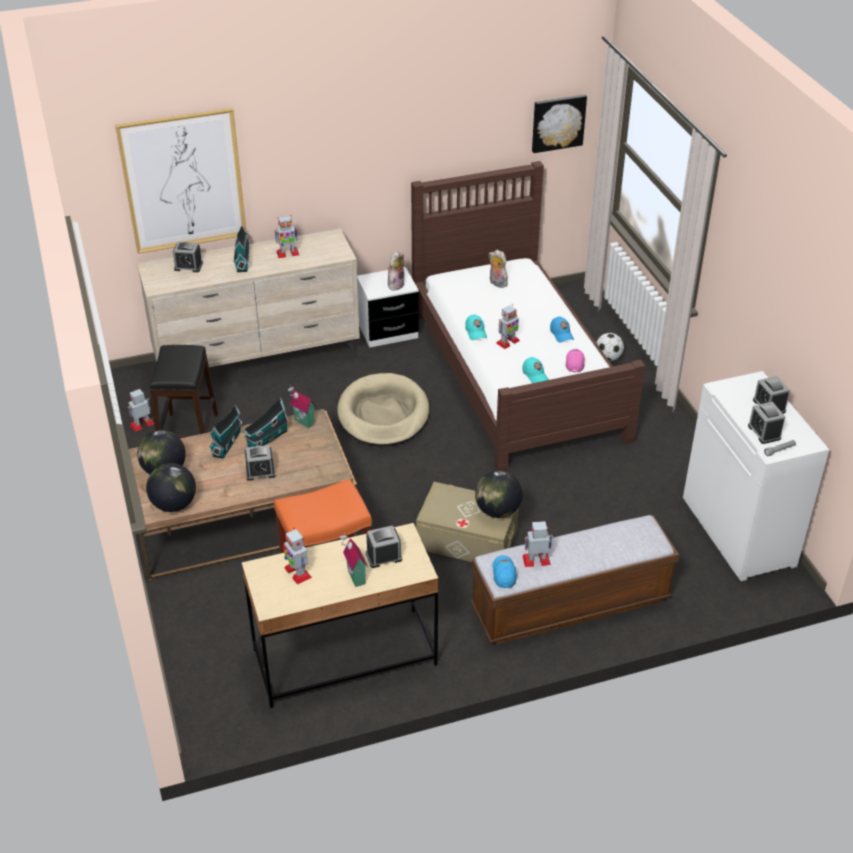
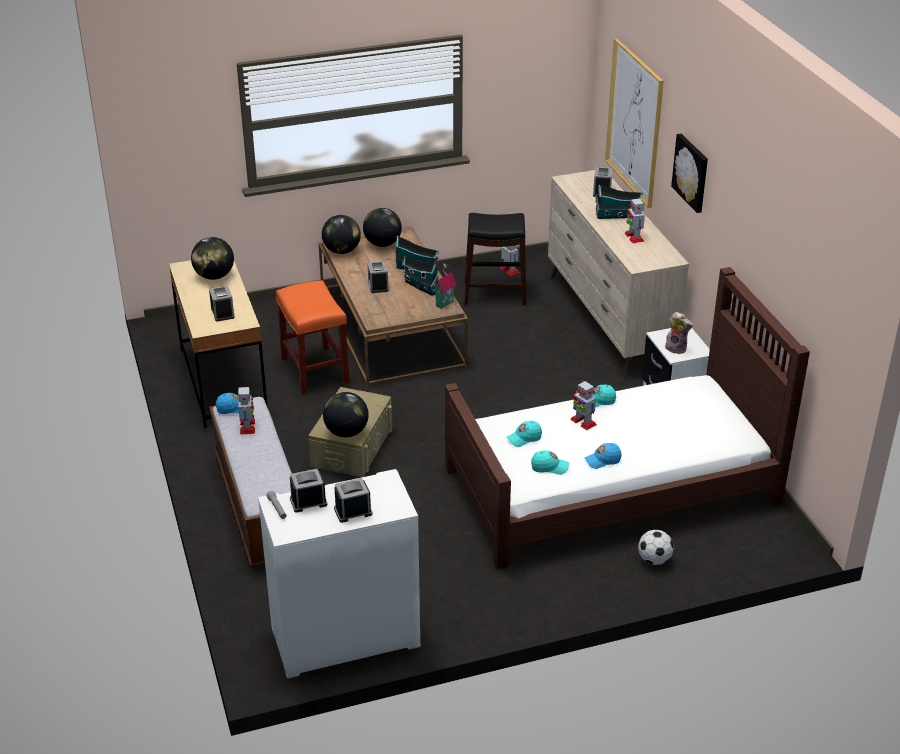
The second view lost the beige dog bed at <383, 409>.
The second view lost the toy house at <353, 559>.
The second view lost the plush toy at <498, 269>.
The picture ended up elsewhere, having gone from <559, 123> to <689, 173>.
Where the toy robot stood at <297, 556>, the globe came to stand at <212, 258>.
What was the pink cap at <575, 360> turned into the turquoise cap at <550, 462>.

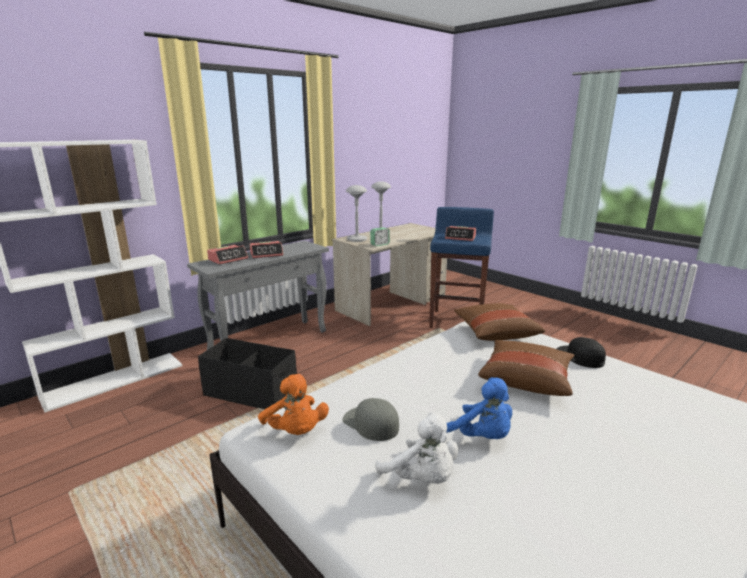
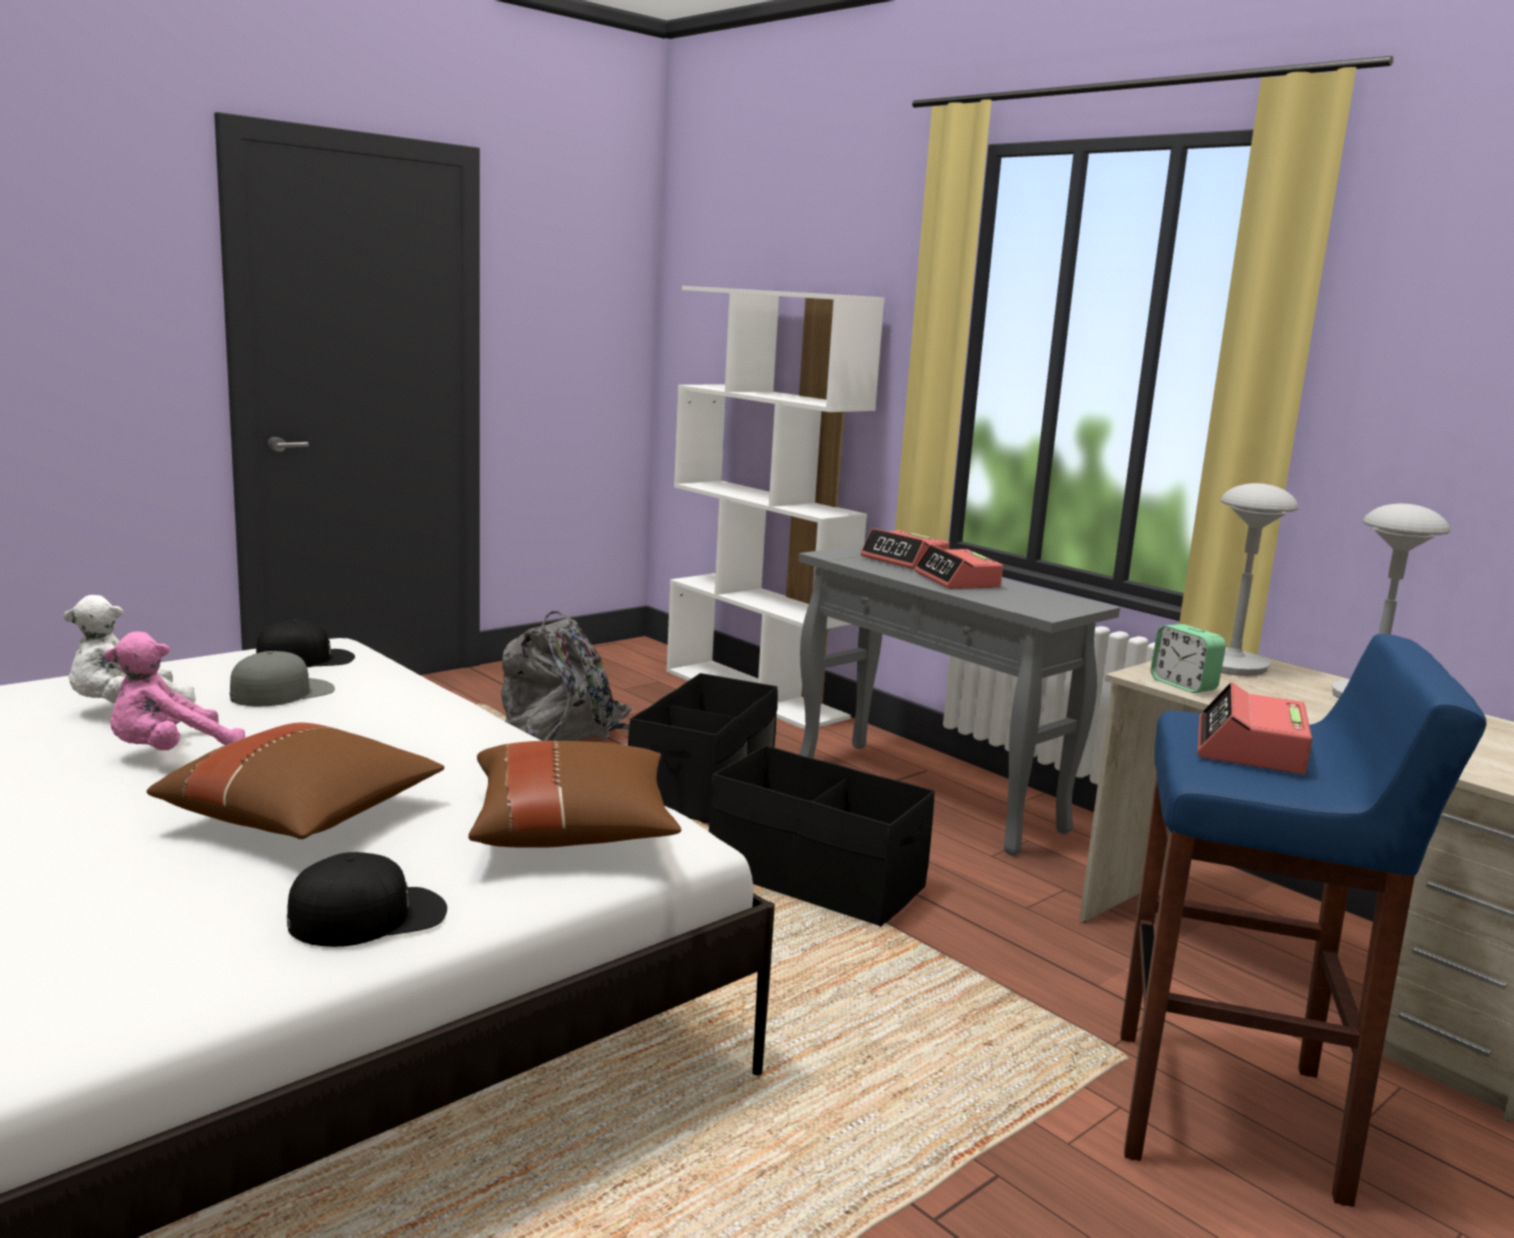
The second view gained the grey backpack at <566, 678>.
The second view gained the black storage box at <822, 836>.
Where the orange plush toy stood at <293, 404>, the black cap came to stand at <305, 643>.
What was the blue plush toy at <479, 408> turned into the pink plush toy at <175, 690>.

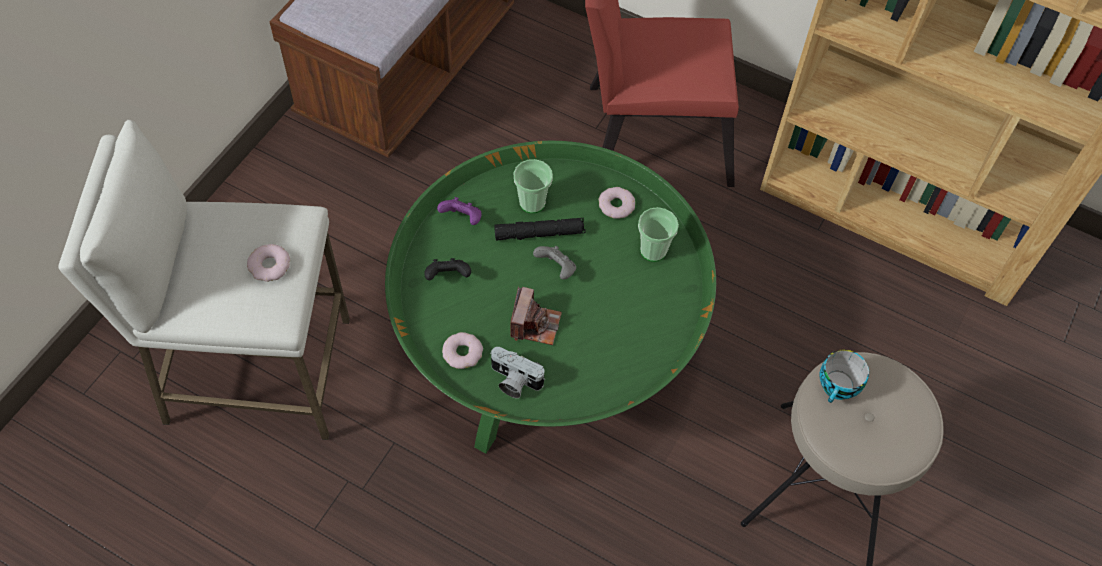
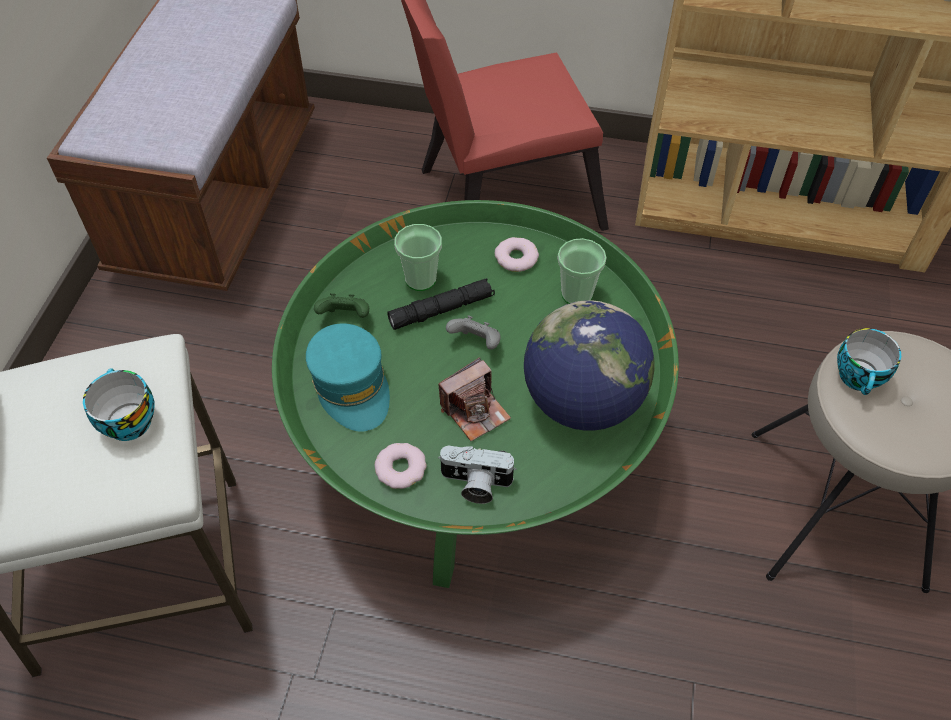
The second view gained the globe at <589, 365>.
Where the donut stood at <268, 263>, the cup came to stand at <119, 404>.
Where the black game controller stood at <447, 269>, the turquoise cap came to stand at <348, 377>.
What was the purple game controller at <459, 211> turned into the green game controller at <341, 305>.
The photo camera at <536, 316> ended up facing another way, 60 degrees clockwise from before.

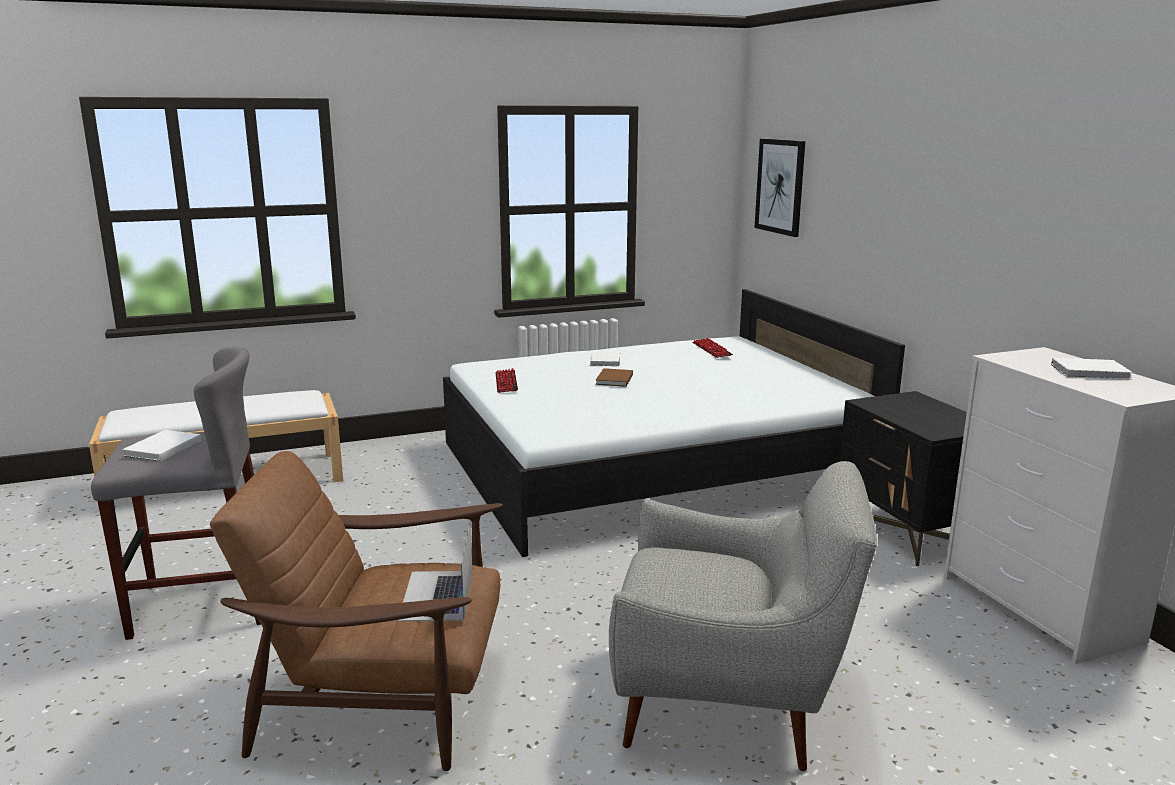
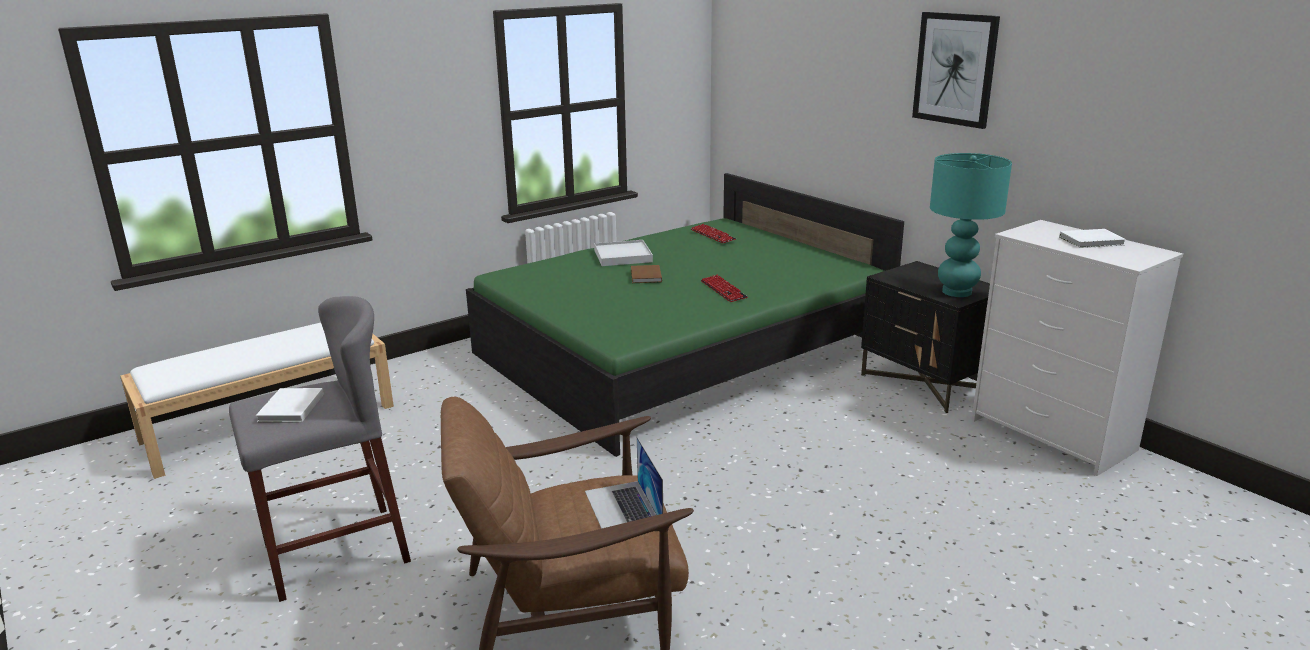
The second view lost the grey armchair at <743, 616>.
The second view gained the turquoise table lamp at <971, 225>.
The keyboard ended up elsewhere, having gone from <506, 380> to <724, 288>.
The picture ended up elsewhere, having gone from <779, 188> to <956, 70>.
Where the white book stood at <605, 358>, the white tray came to stand at <623, 253>.
What was the white bed at <674, 423> turned into the green bed at <685, 315>.

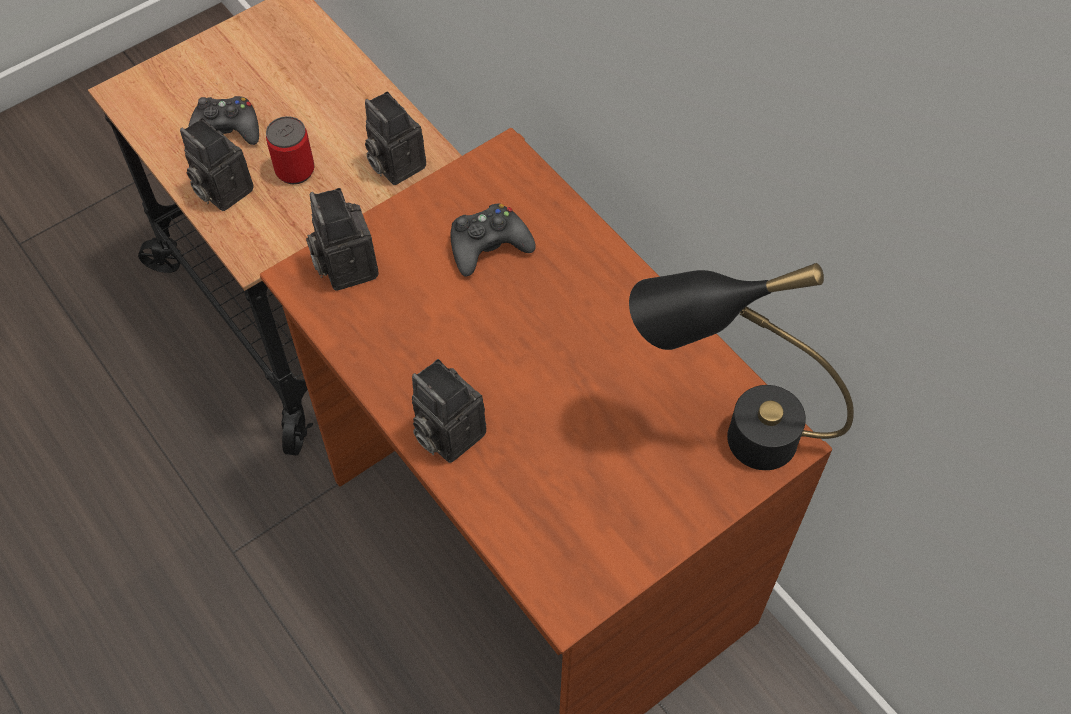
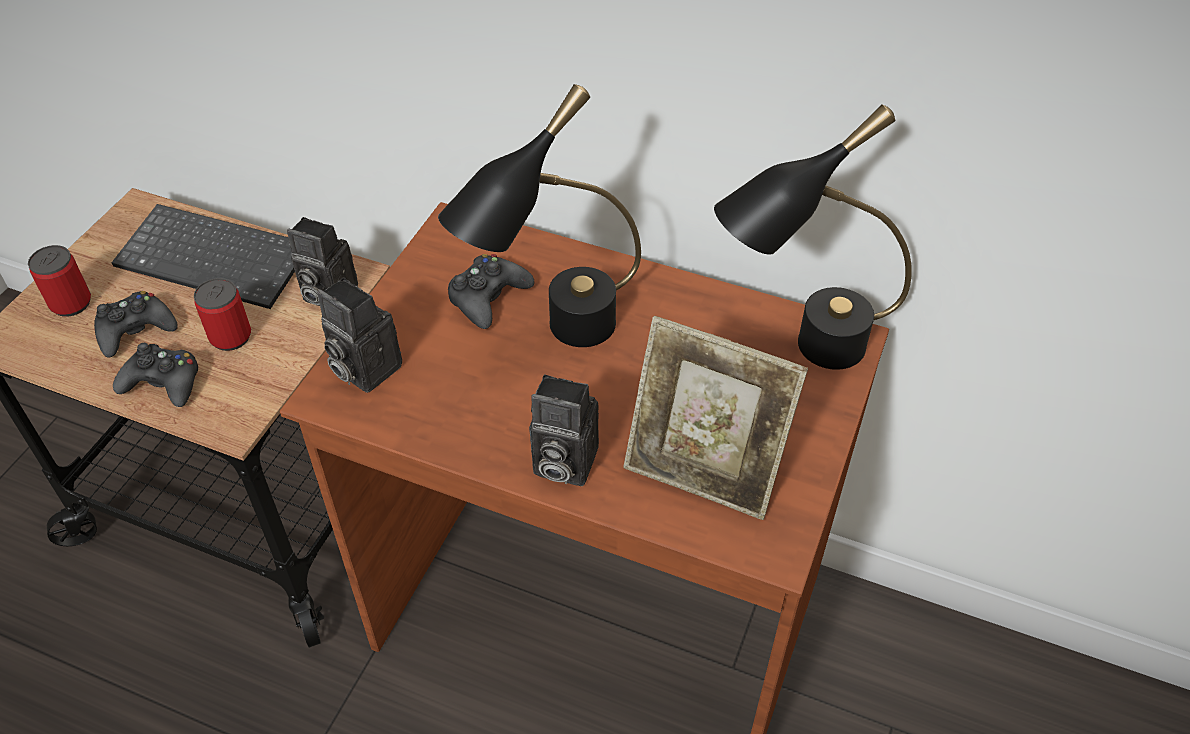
The second view gained the can at <59, 281>.
The second view gained the keyboard at <203, 256>.
The second view gained the black table lamp at <539, 215>.
The second view gained the picture frame at <715, 418>.
Where the photo camera stood at <217, 164>, the black game controller came to stand at <155, 375>.

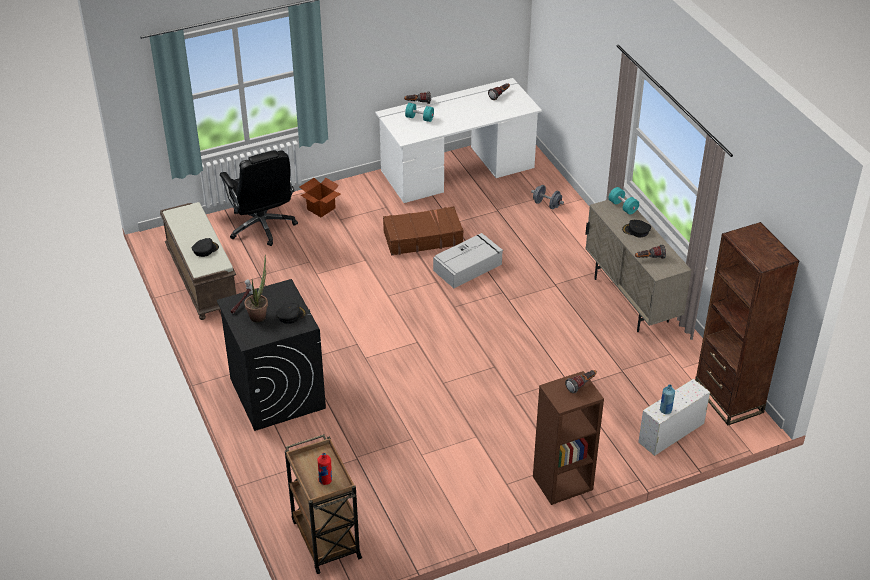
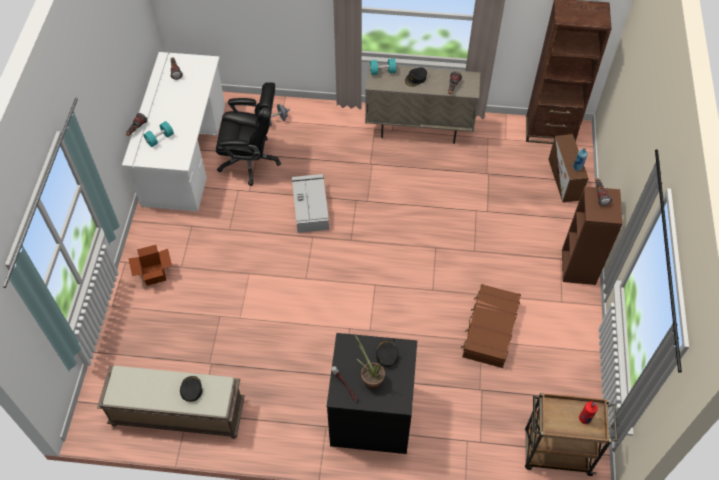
The black office chair ended up elsewhere, having gone from <259, 198> to <248, 134>.
The brown suitcase ended up elsewhere, having gone from <423, 230> to <491, 326>.
What was the white storage box at <674, 417> turned into the brown storage box at <568, 168>.

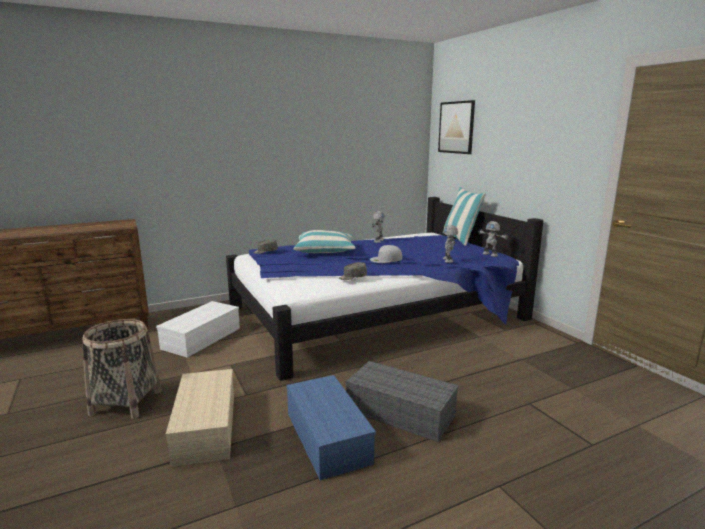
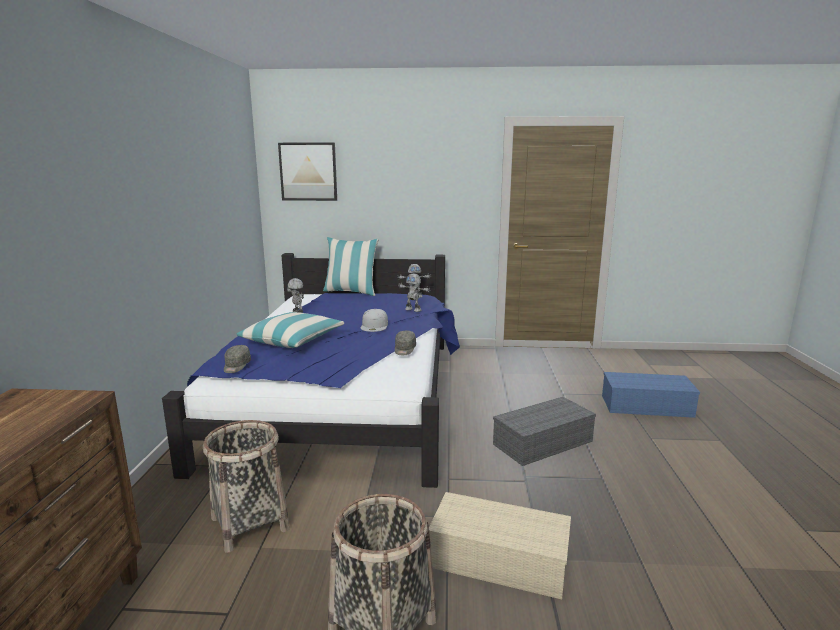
The blue storage box ended up elsewhere, having gone from <331, 427> to <651, 395>.
Where the white storage box stood at <198, 329>, the basket came to stand at <246, 486>.

